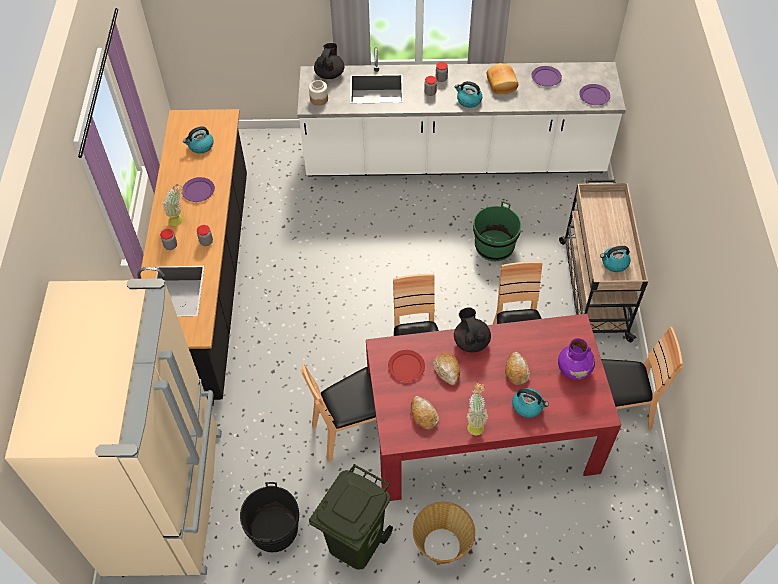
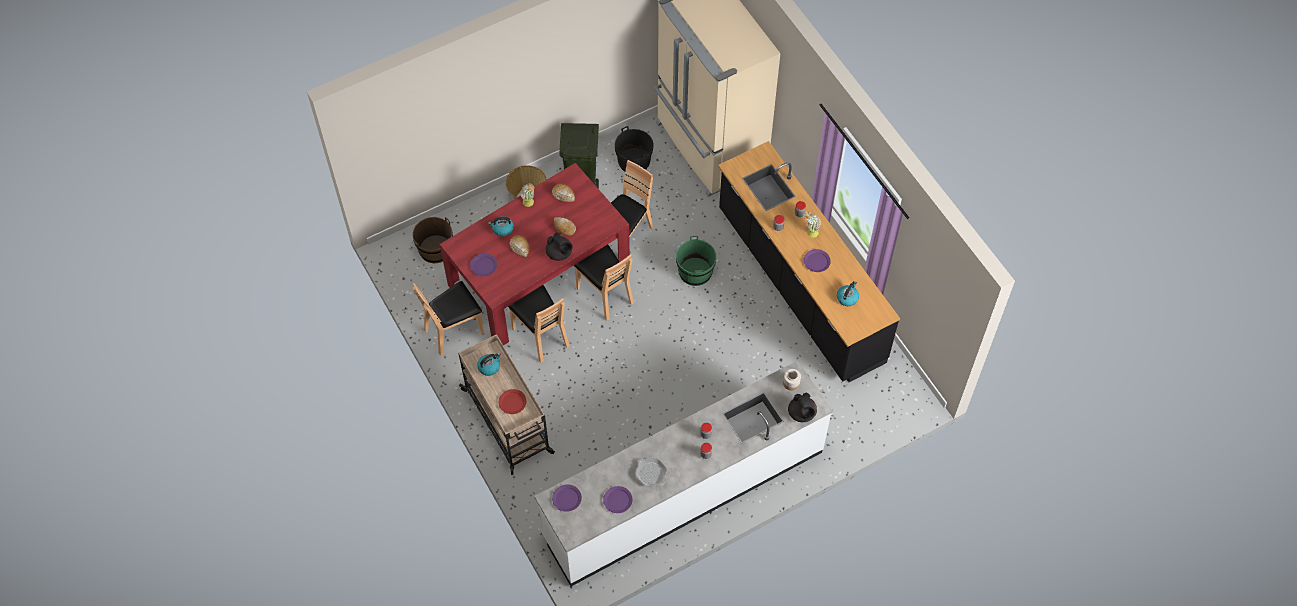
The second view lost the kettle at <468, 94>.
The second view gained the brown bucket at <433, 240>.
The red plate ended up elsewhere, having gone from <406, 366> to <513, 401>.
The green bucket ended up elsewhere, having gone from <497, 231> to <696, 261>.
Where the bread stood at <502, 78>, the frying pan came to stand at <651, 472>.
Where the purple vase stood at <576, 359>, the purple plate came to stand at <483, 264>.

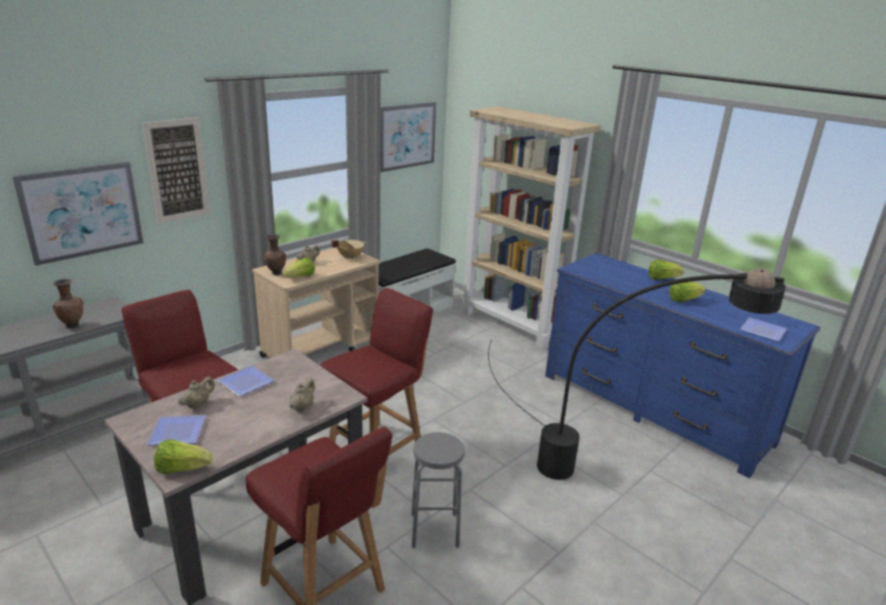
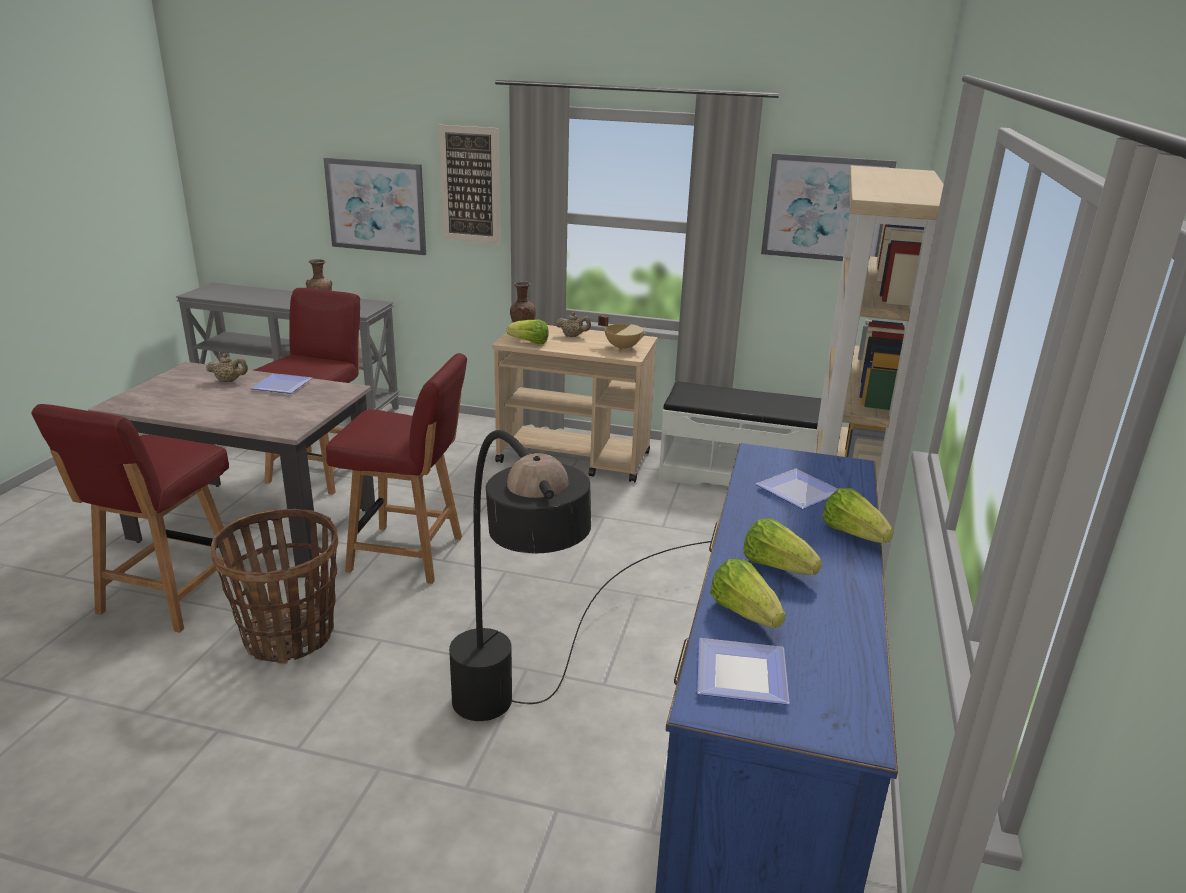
The second view lost the beige teapot at <302, 395>.
The plate ended up elsewhere, having gone from <176, 430> to <796, 489>.
The lettuce ended up elsewhere, having gone from <183, 456> to <747, 593>.
Where the grey stool stood at <438, 490>, the basket came to stand at <274, 586>.

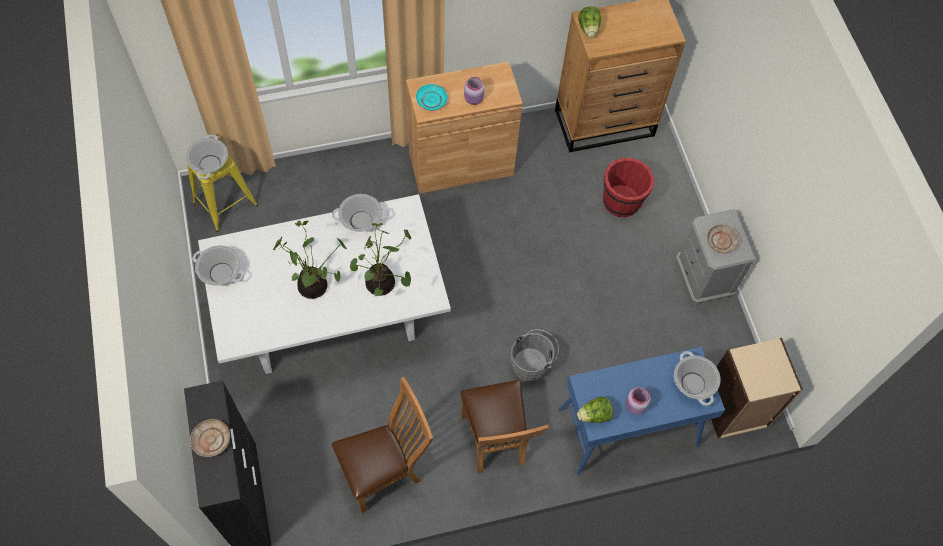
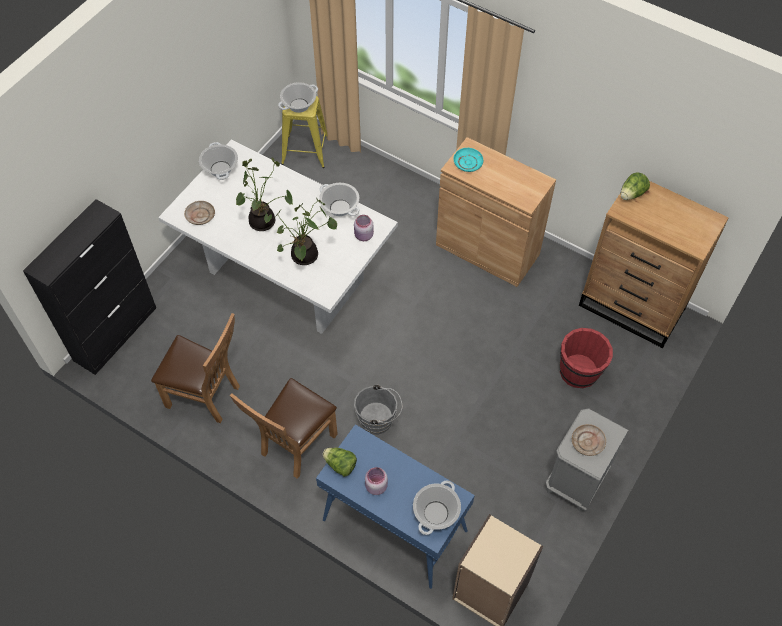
The beige plate ended up elsewhere, having gone from <210, 438> to <199, 213>.
The pink jar ended up elsewhere, having gone from <474, 91> to <364, 228>.

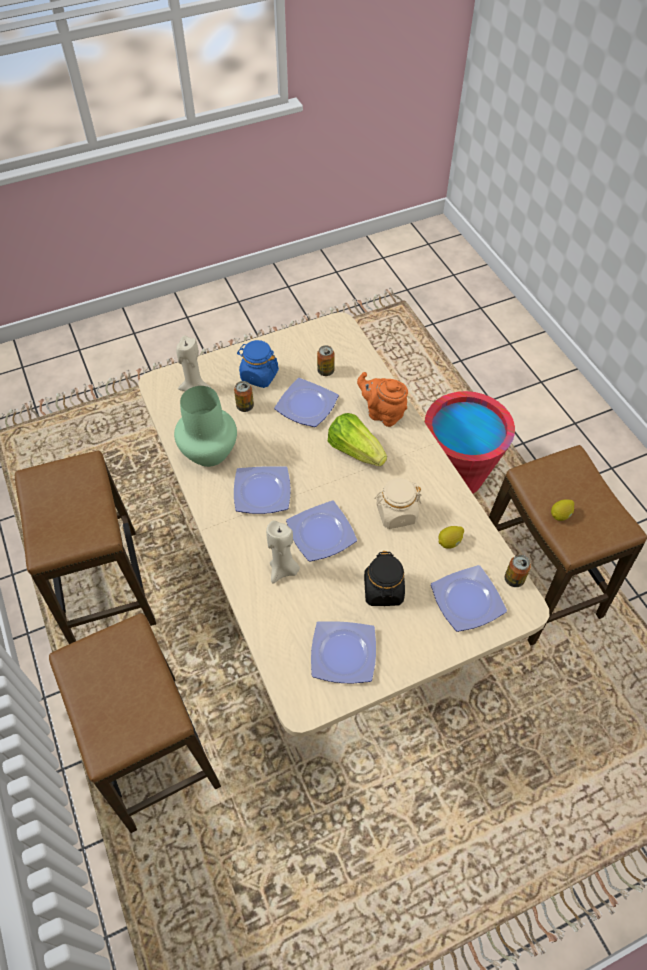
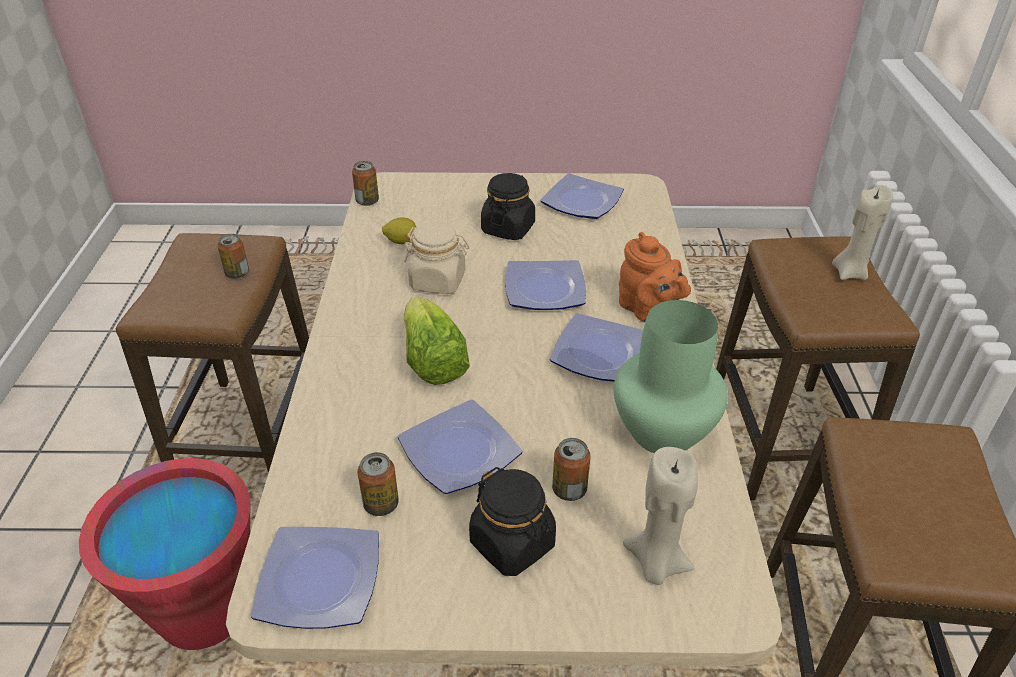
The beige candle ended up elsewhere, having gone from <283, 552> to <862, 232>.
The orange teapot ended up elsewhere, having gone from <382, 399> to <655, 277>.
The plate ended up elsewhere, having gone from <469, 598> to <315, 578>.
Where the lemon stood at <562, 510>, the can came to stand at <233, 256>.
What was the blue jar at <258, 364> turned into the black jar at <512, 521>.

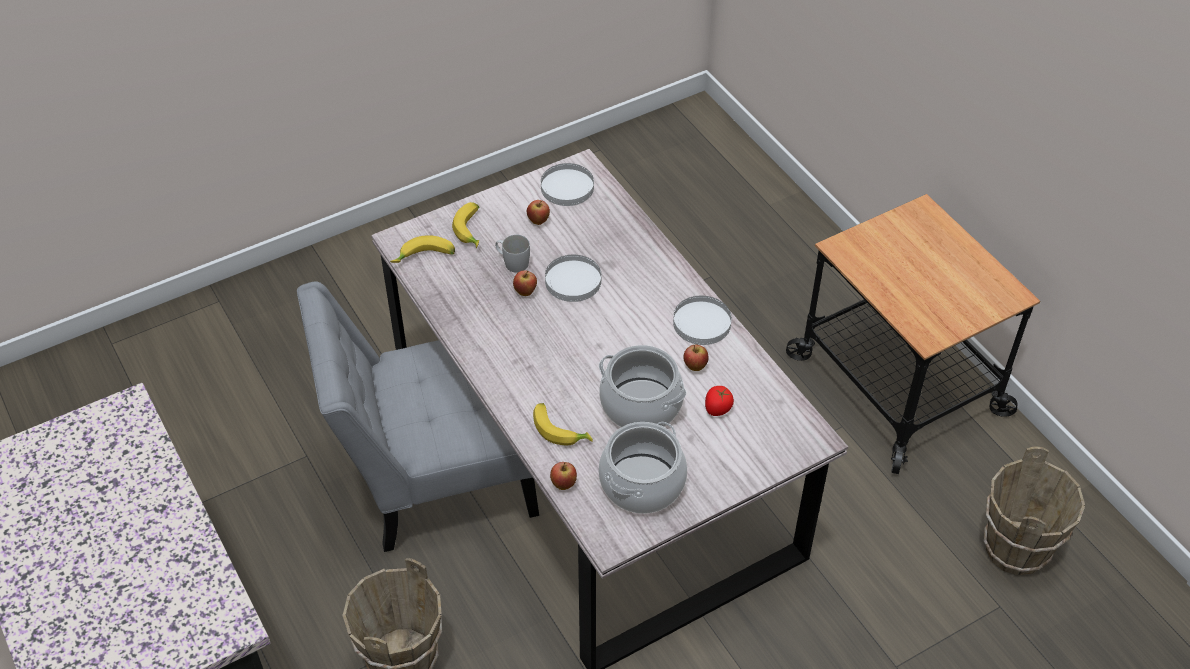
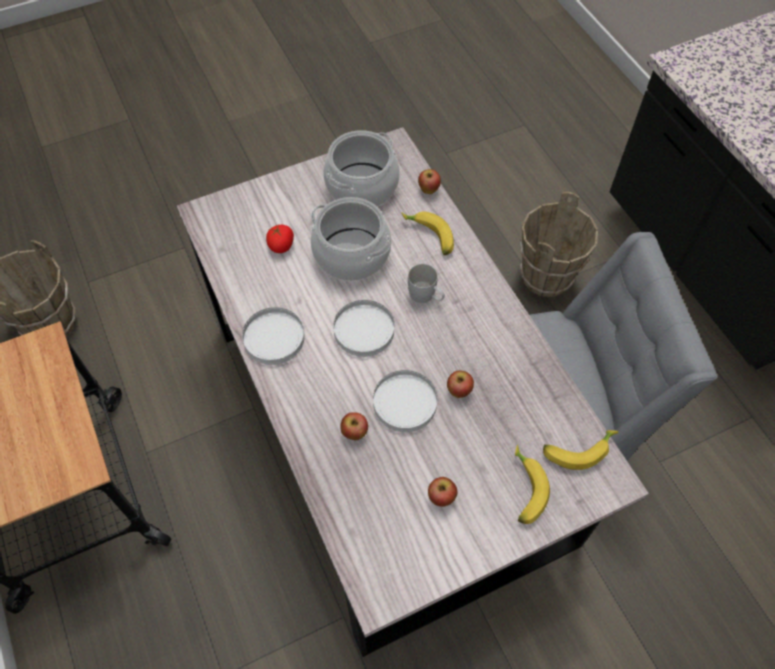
The white mug ended up elsewhere, having gone from <512, 254> to <426, 283>.
The white plate ended up elsewhere, having gone from <567, 184> to <363, 328>.
The apple ended up elsewhere, having gone from <695, 358> to <354, 426>.

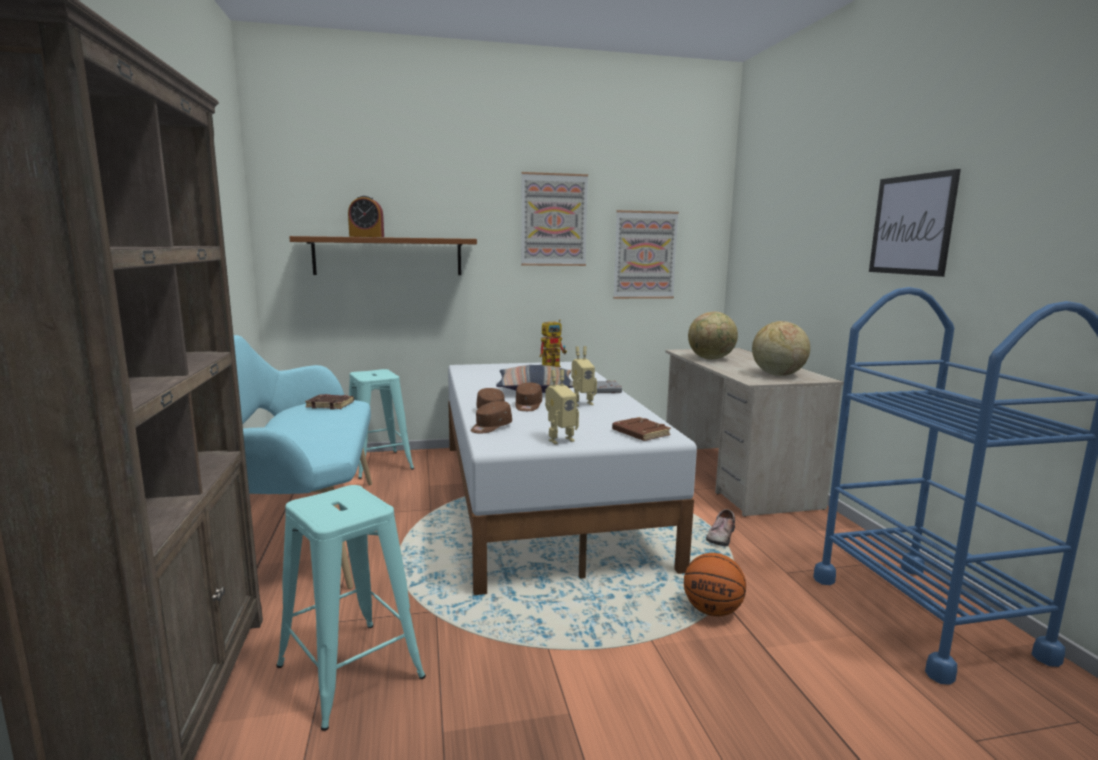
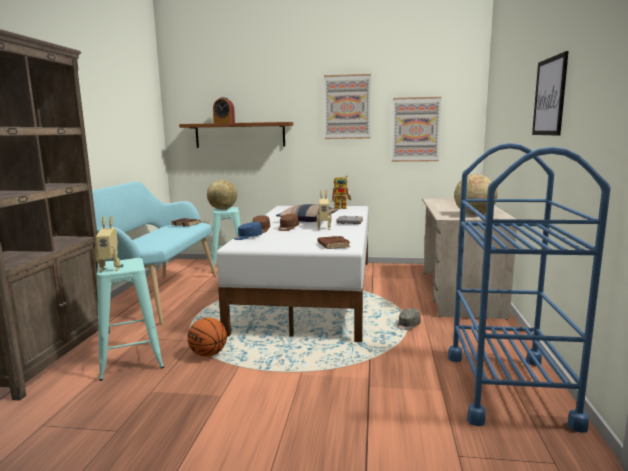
The toy robot ended up elsewhere, having gone from <562, 406> to <107, 244>.
The basketball ended up elsewhere, having gone from <715, 584> to <207, 337>.
The globe ended up elsewhere, having gone from <713, 336> to <222, 195>.
Where the shoe stood at <720, 527>, the grey cap came to stand at <409, 319>.
What was the brown cap at <491, 417> turned into the blue cap at <247, 231>.

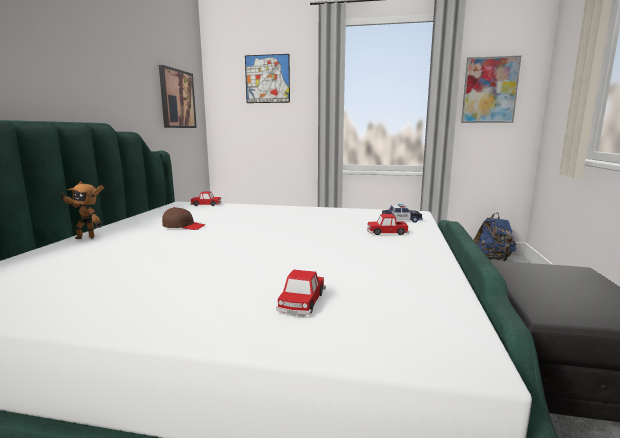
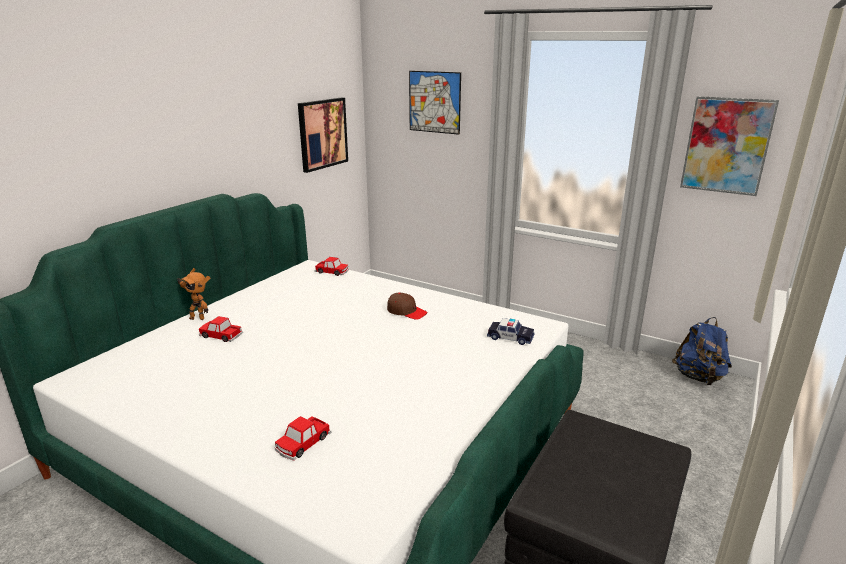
The brown cap ended up elsewhere, having gone from <184, 218> to <407, 306>.
The toy car ended up elsewhere, having gone from <388, 224> to <221, 329>.

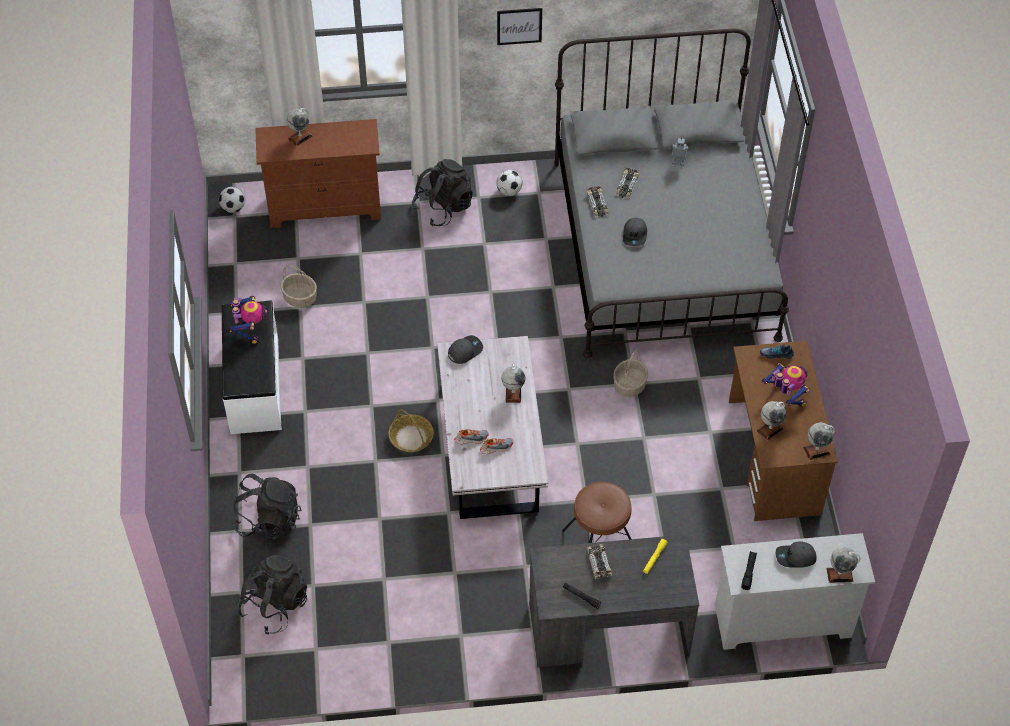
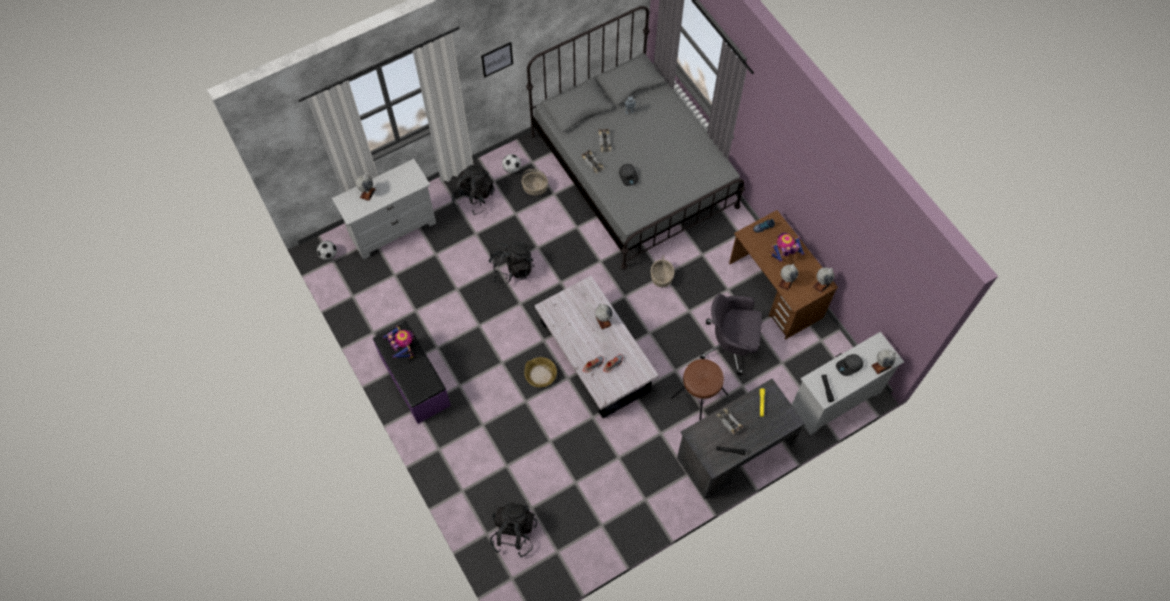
The second view lost the grey cap at <465, 349>.
The second view gained the grey office chair at <731, 334>.
The black backpack ended up elsewhere, having gone from <267, 506> to <511, 262>.
The basket ended up elsewhere, having gone from <298, 286> to <535, 182>.
What was the white bench at <252, 367> turned into the purple bench at <412, 372>.
What was the brown dresser at <318, 173> turned into the white dresser at <384, 209>.
The toy robot at <786, 385> ended up facing another way, 45 degrees counterclockwise from before.

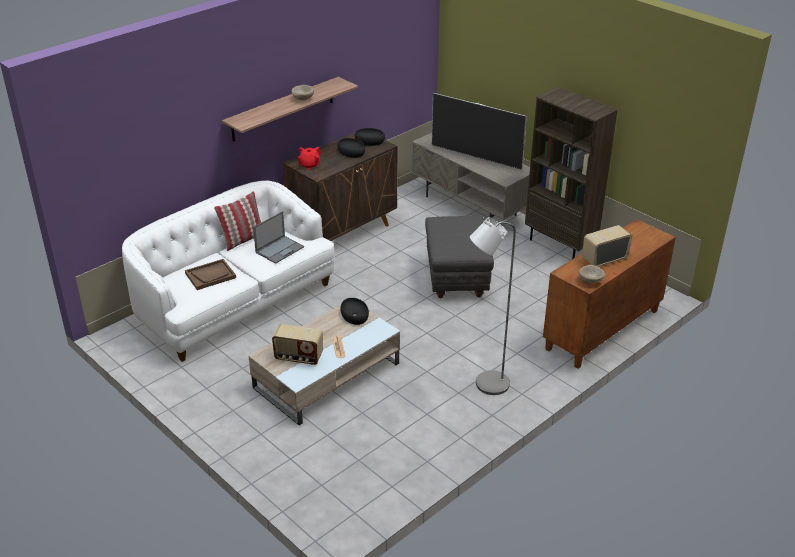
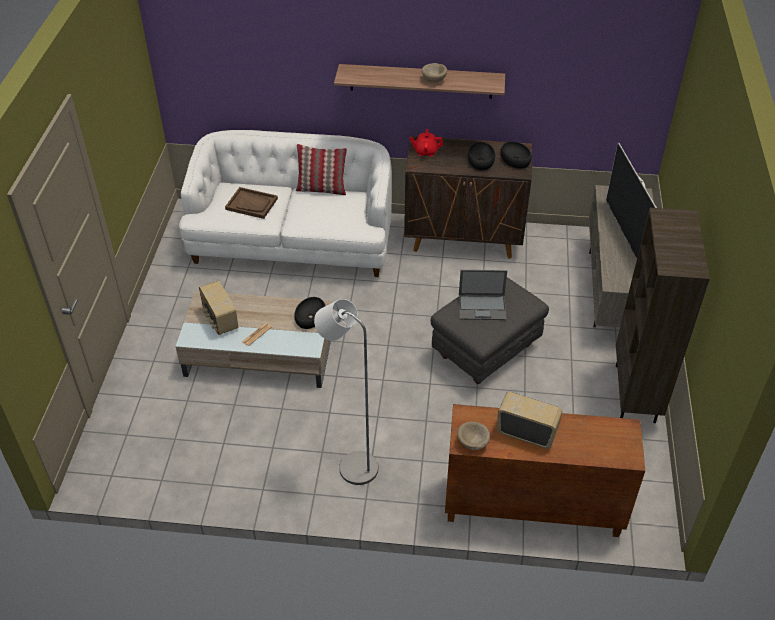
The laptop ended up elsewhere, having gone from <278, 237> to <483, 295>.

